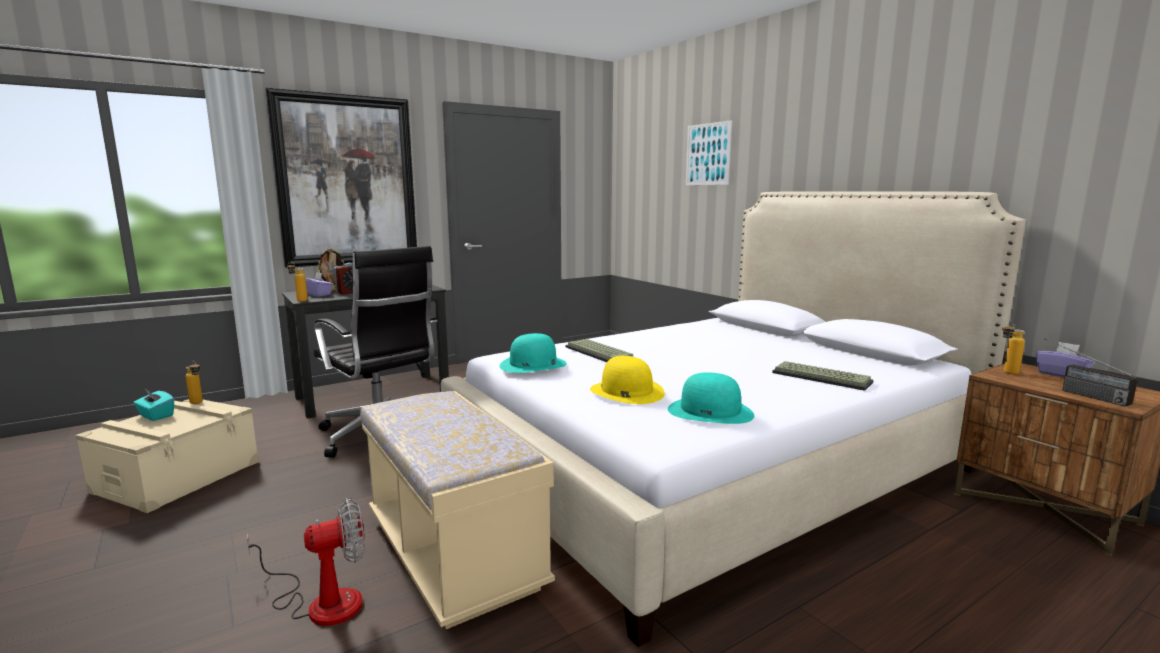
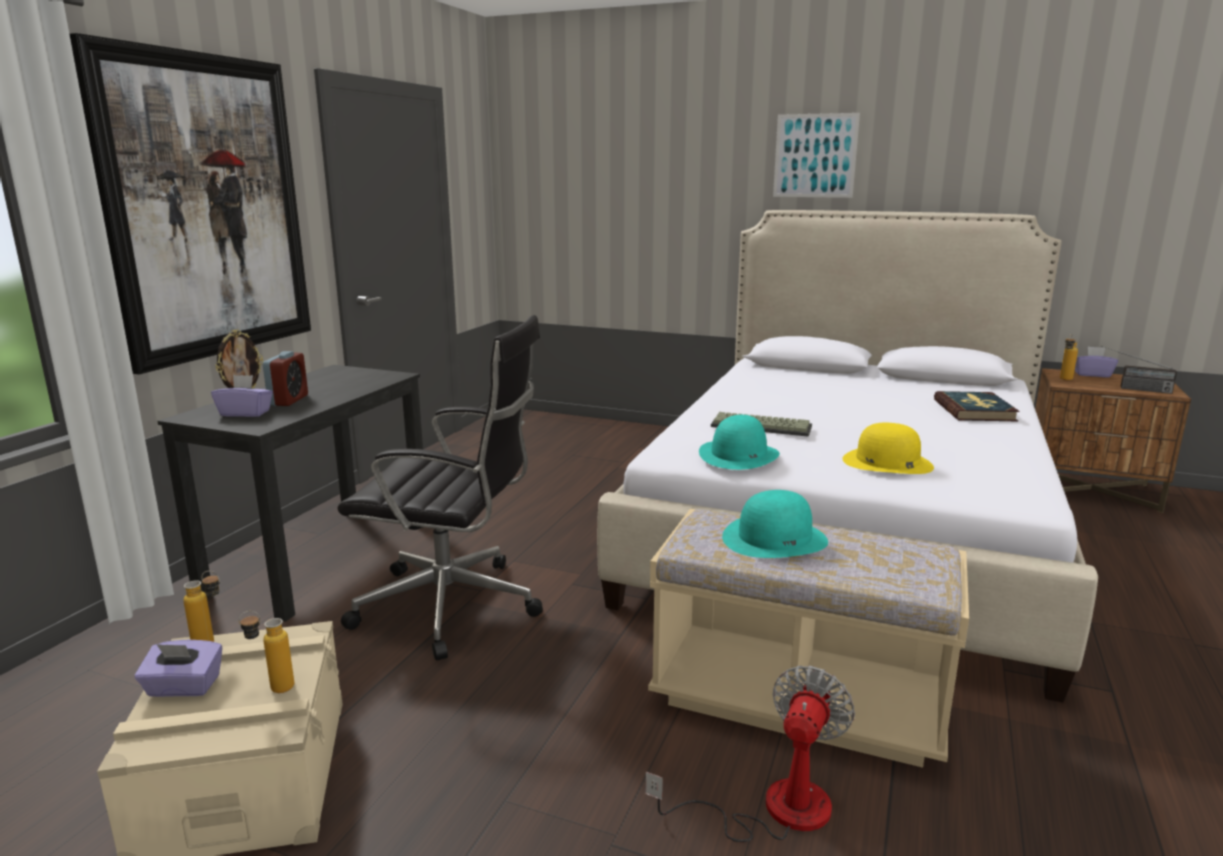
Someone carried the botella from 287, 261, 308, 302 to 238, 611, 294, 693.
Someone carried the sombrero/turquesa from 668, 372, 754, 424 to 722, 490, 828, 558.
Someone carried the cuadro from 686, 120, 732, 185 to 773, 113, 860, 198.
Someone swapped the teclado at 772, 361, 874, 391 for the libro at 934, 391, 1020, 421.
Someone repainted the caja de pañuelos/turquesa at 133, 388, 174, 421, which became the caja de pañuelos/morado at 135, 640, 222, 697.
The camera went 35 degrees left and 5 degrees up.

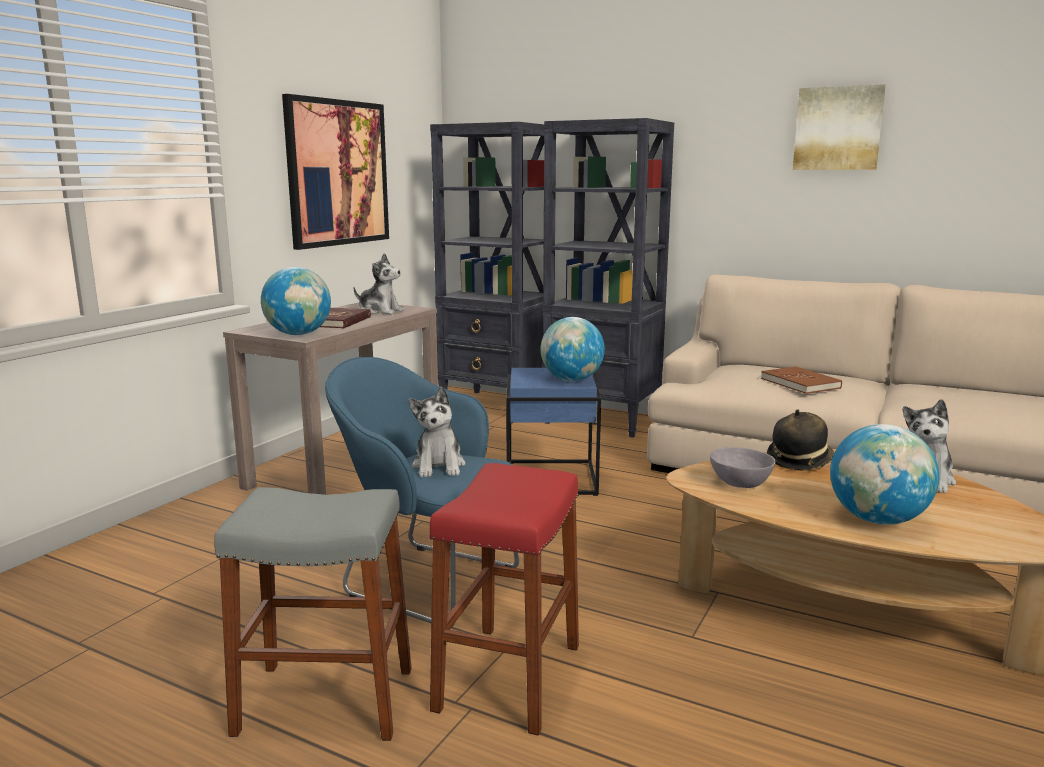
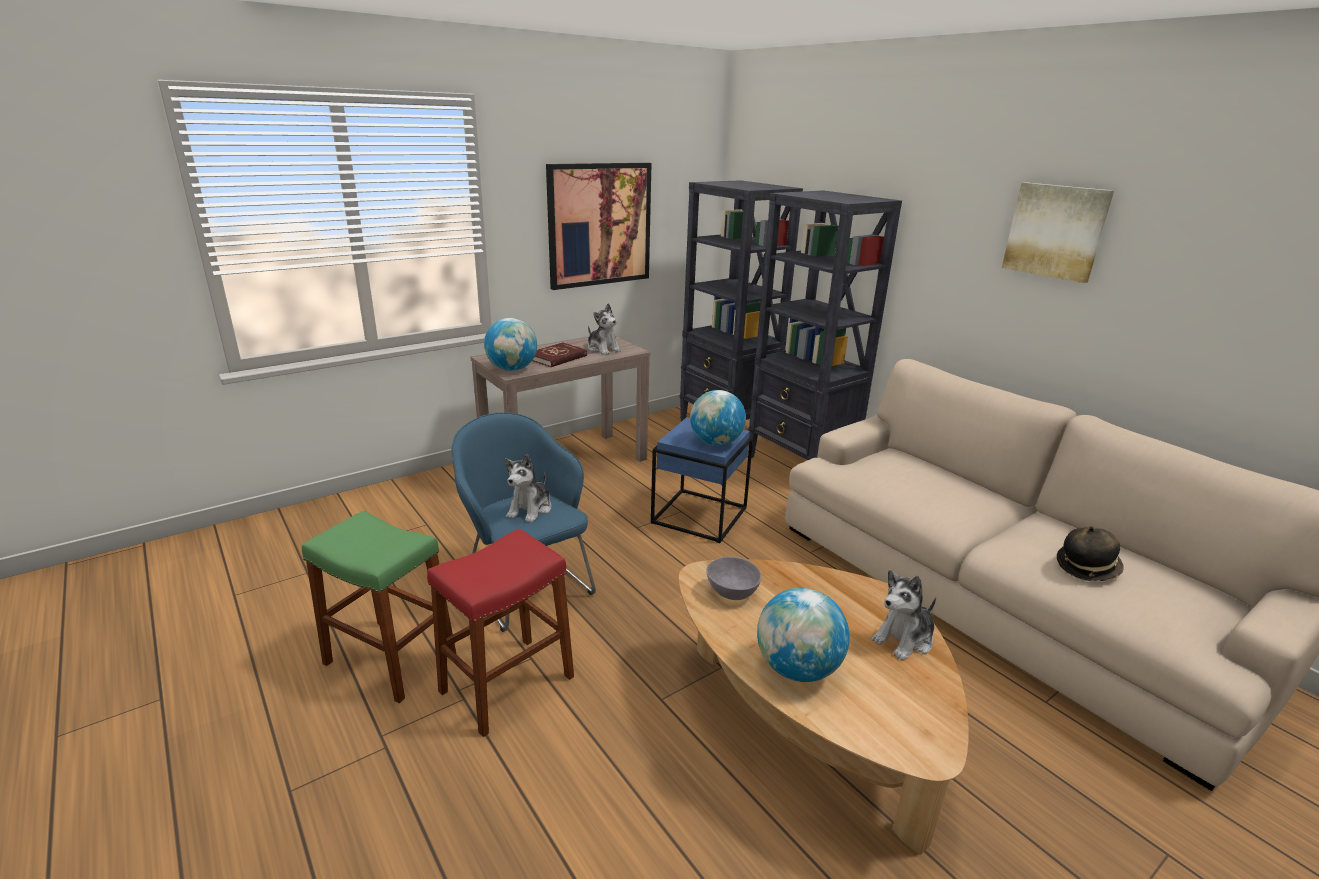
Someone took away the libro/marrón at 761, 366, 842, 394.
Someone carried the sombrero from 767, 409, 834, 471 to 1057, 526, 1124, 581.
Someone repainted the taburete/gris at 214, 487, 412, 741, which became the taburete/verde at 302, 511, 456, 703.
The camera went 25 degrees right and 10 degrees up.

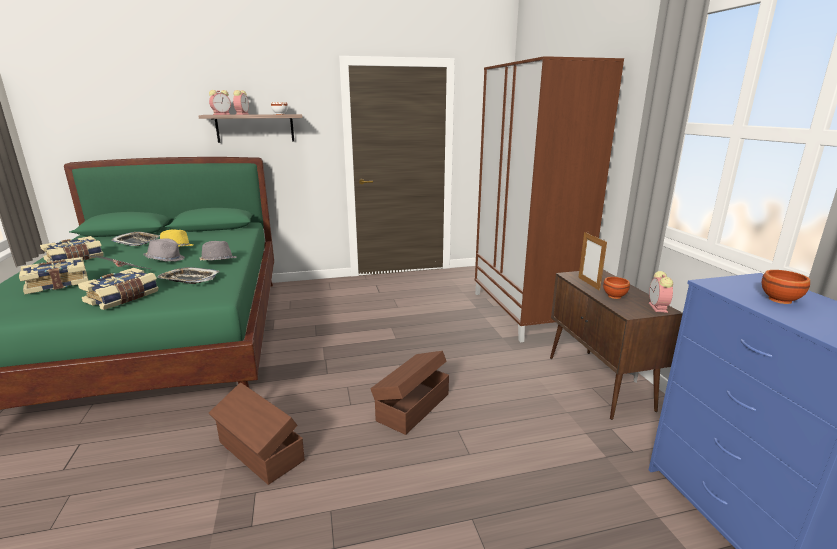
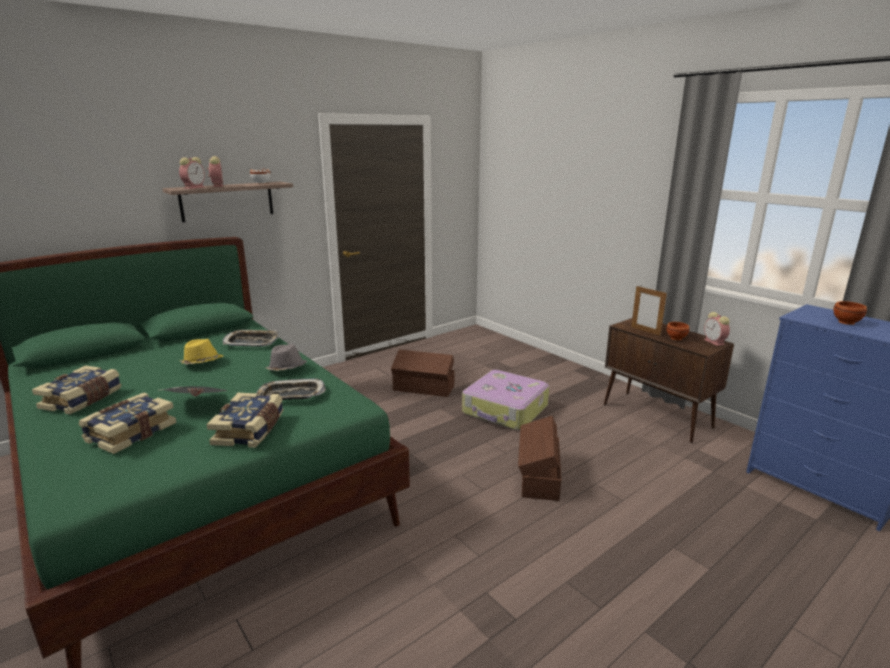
Someone took away the sombrero/gris at 144, 238, 184, 262.
Someone took away the armario ropero/marrón at 474, 56, 624, 342.
Someone put down the maleta at 462, 370, 549, 430.
Someone carried the bandeja from 111, 232, 160, 246 to 223, 330, 279, 347.
Someone carried the caja de almacenaje/marrón from 209, 382, 305, 485 to 391, 350, 455, 397.
The camera went 25 degrees left and 0 degrees up.

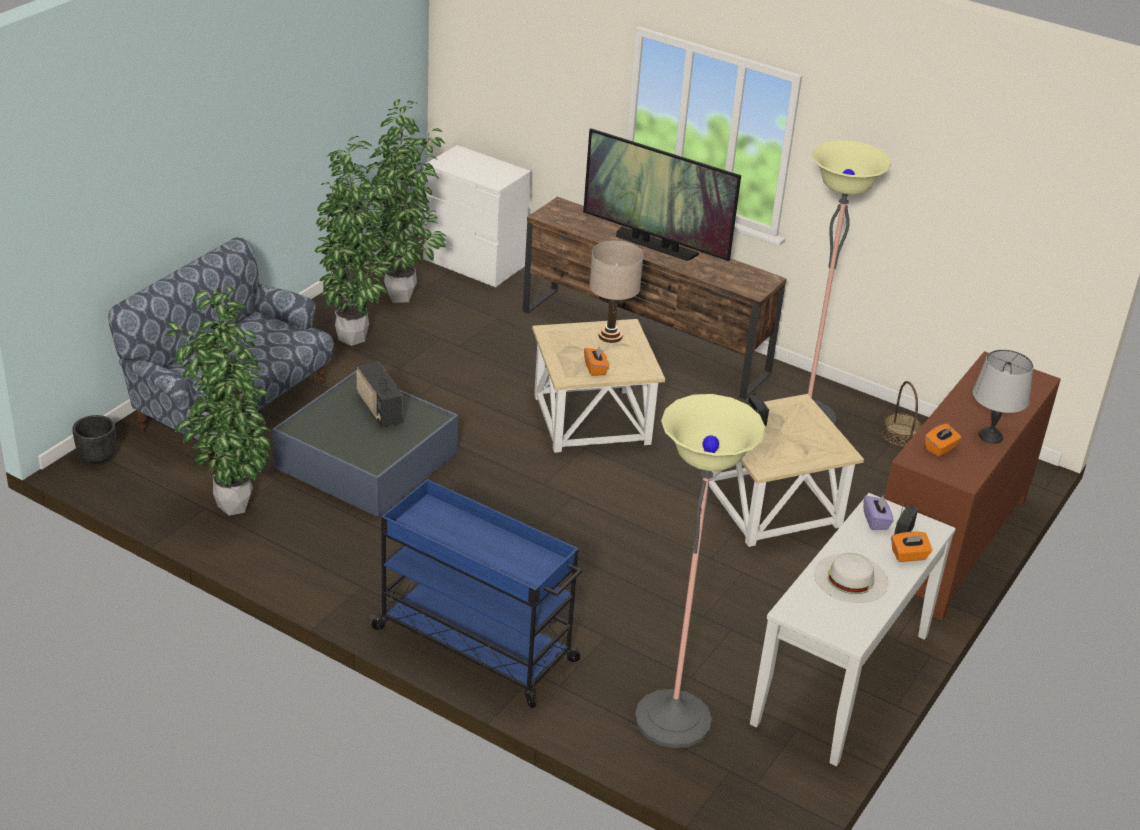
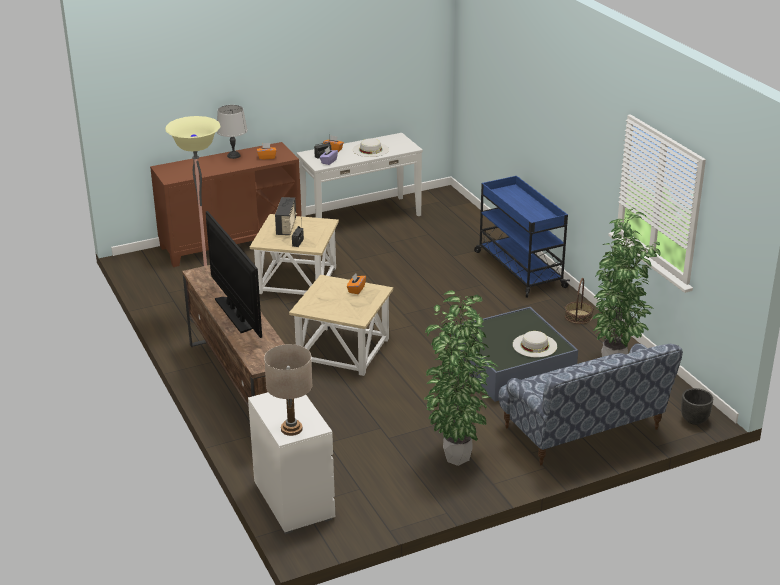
Someone took away the planta en maceta at 366, 99, 447, 303.
Someone took away the lámpara de pie at 635, 394, 766, 748.
Someone put down the sombrero/blanco at 513, 331, 557, 357.
Someone carried the radio from 356, 361, 403, 428 to 275, 197, 297, 235.
Someone carried the lámpara de mesa/beis from 589, 241, 644, 343 to 264, 344, 313, 436.
Someone carried the cesta from 882, 381, 923, 447 to 565, 278, 593, 324.
The camera went 145 degrees left and 5 degrees down.

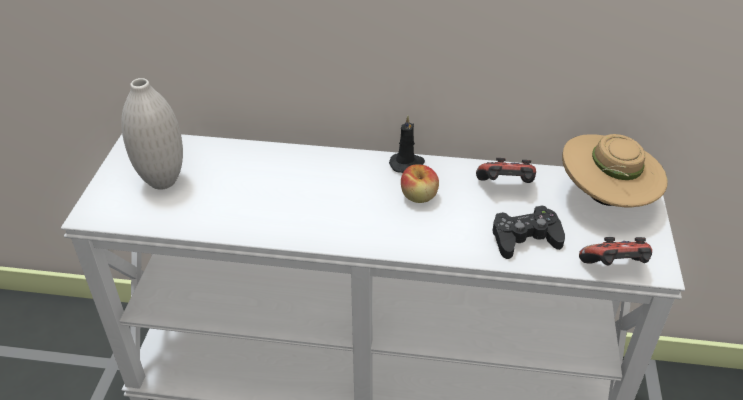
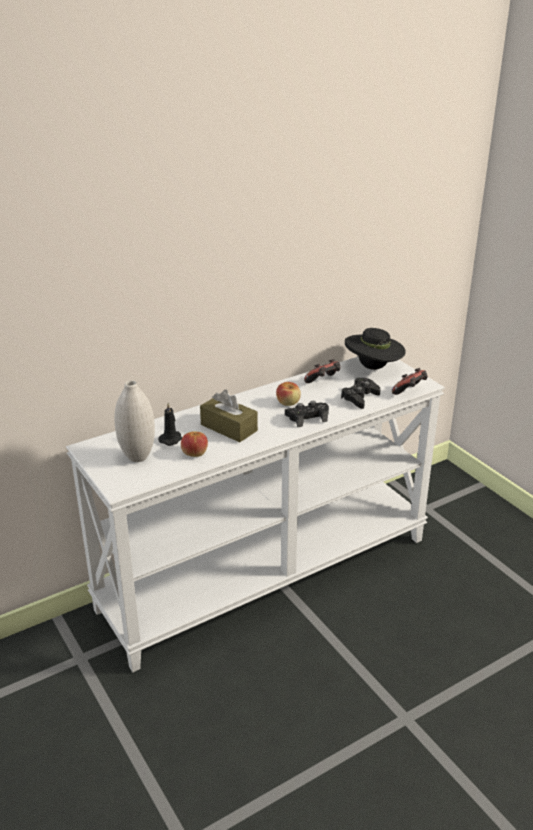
Someone put down the manzana at 181, 432, 208, 457.
Someone put down the caja de pañuelos/marrón at 200, 390, 258, 442.
Someone put down the mando de consola/negro at 285, 401, 329, 427.
Someone carried the vela/negro from 389, 116, 425, 173 to 158, 403, 182, 446.
Someone repainted the sombrero/beis at 562, 134, 667, 207, which became the sombrero/negro at 345, 328, 406, 370.
The camera went 40 degrees left and 10 degrees down.

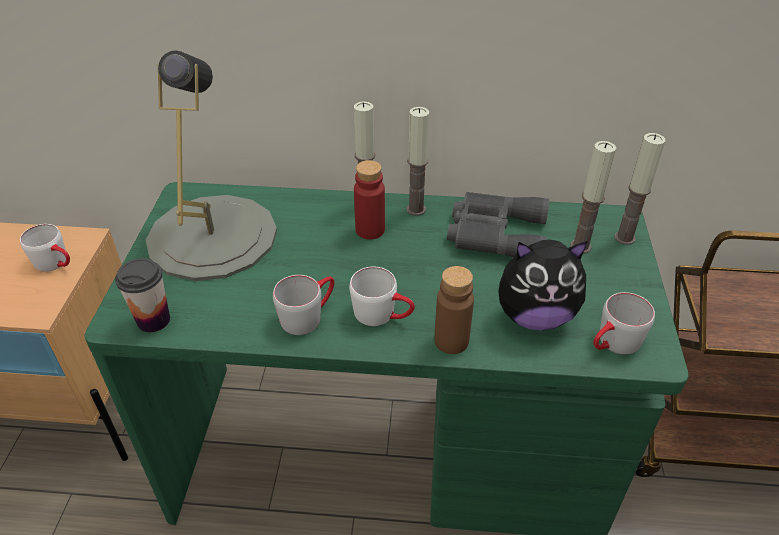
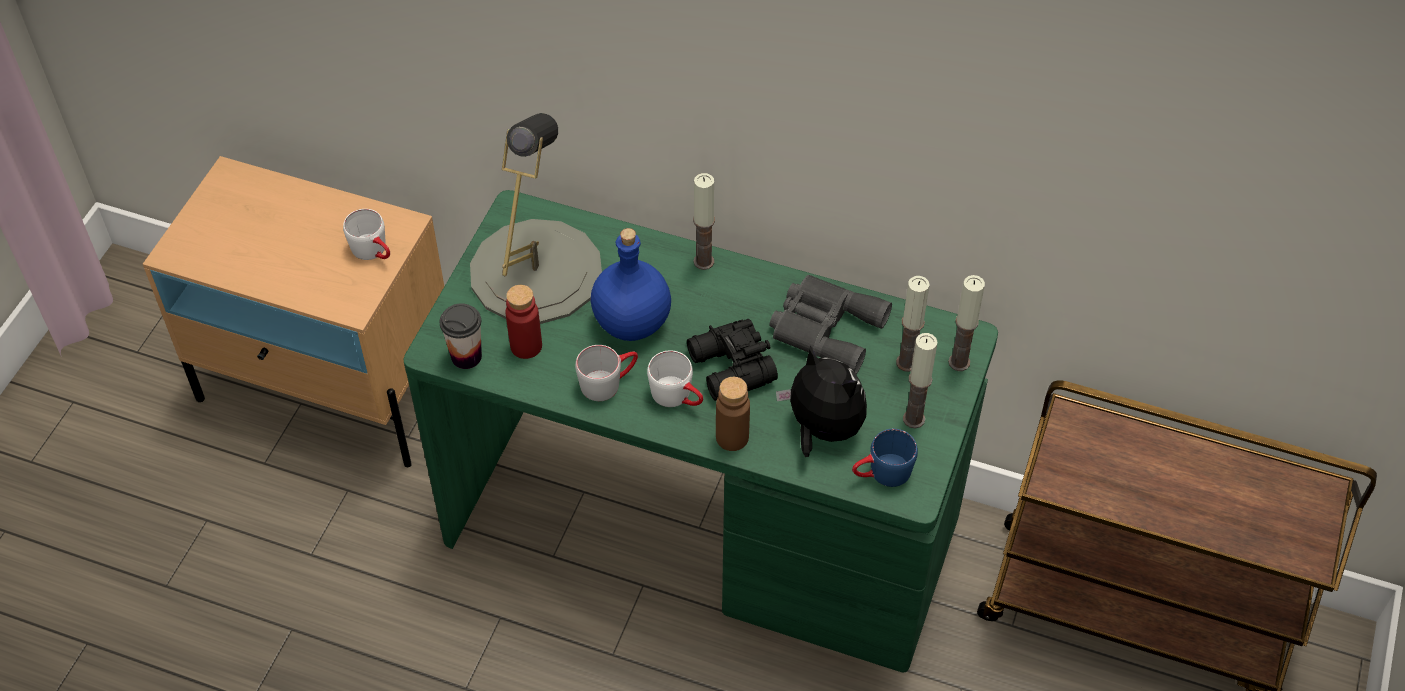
Someone put down the botella/azul at 591, 228, 671, 341.
Someone put down the prismáticos/negro at 687, 319, 778, 401.
Someone carried the botella/rojo from 354, 160, 385, 239 to 506, 285, 542, 359.
Someone carried the vela from 407, 107, 429, 216 to 903, 333, 938, 429.
Someone repainted the taza grande/gris at 594, 292, 655, 354, which became the taza grande/azul at 852, 429, 918, 487.
Someone rotated the peluche at 498, 240, 588, 331 by 150 degrees counterclockwise.
The camera went 15 degrees right and 10 degrees up.

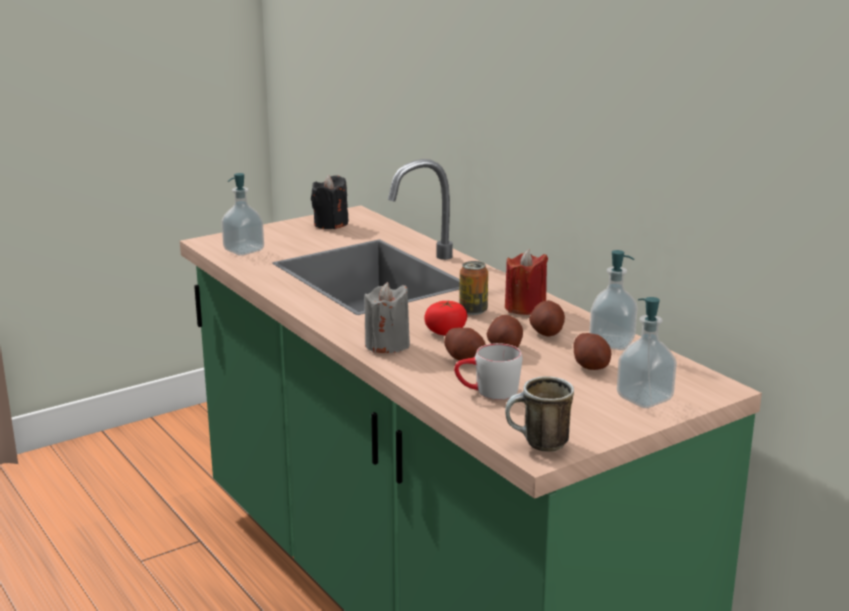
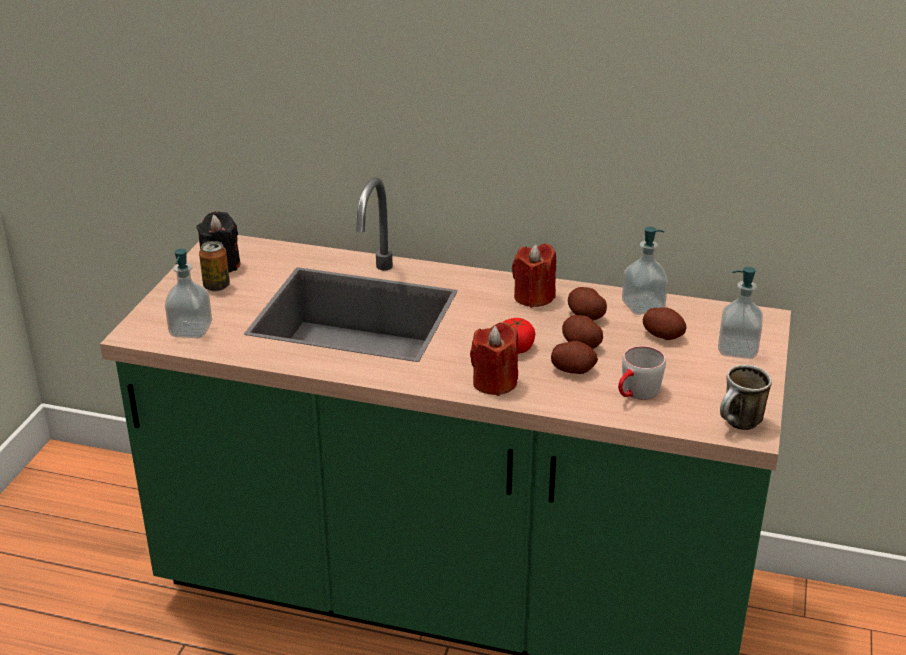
Someone carried the lata from 459, 261, 488, 315 to 199, 241, 230, 291.
Someone repainted the vela/gris at 364, 282, 410, 353, which became the vela/rojo at 470, 322, 518, 396.
The camera went 40 degrees left and 10 degrees up.

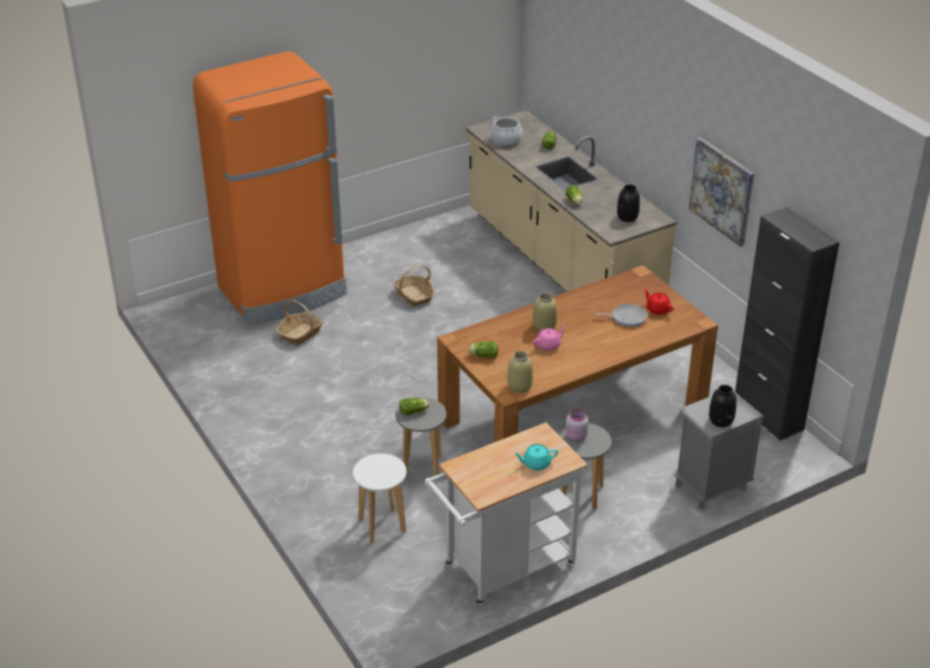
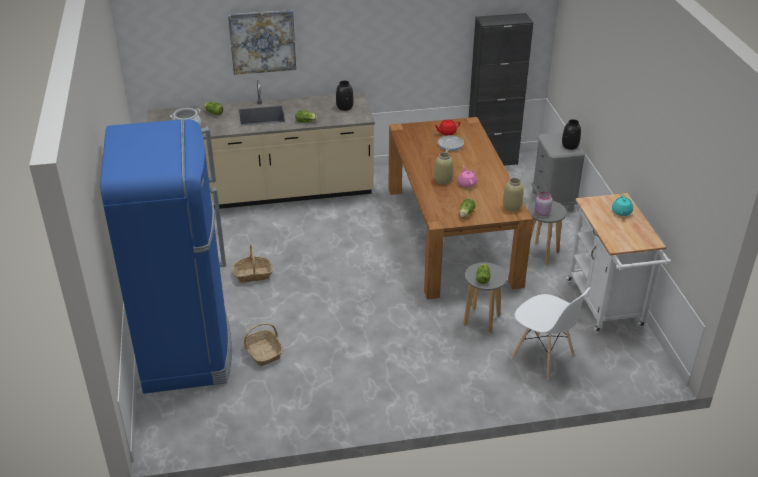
Someone carried the cuadro from 689, 137, 754, 247 to 228, 10, 296, 75.
Someone swapped the taburete/blanco at 353, 453, 407, 543 for the silla/blanco at 511, 287, 591, 379.
Someone repainted the nevera/naranja at 193, 51, 347, 325, which became the nevera/azul at 100, 119, 232, 394.
The camera went 70 degrees left and 0 degrees up.

